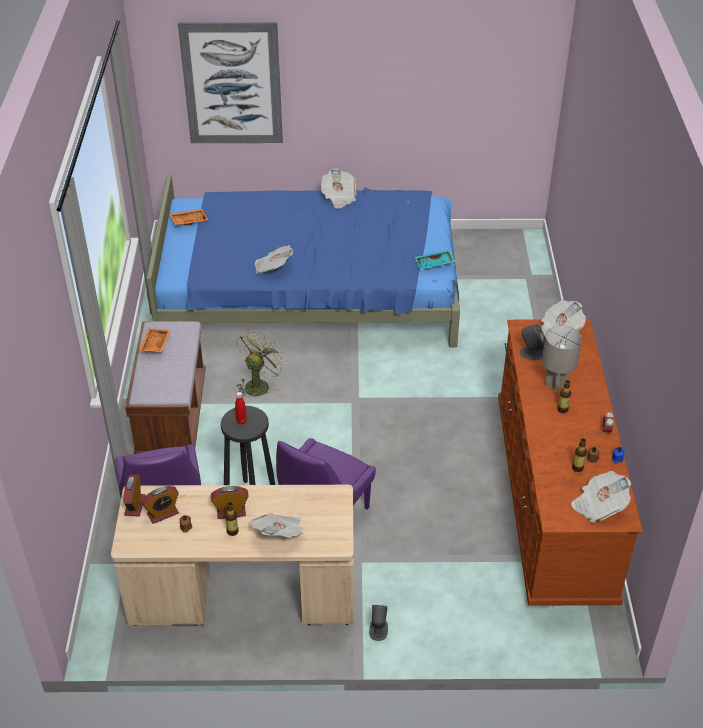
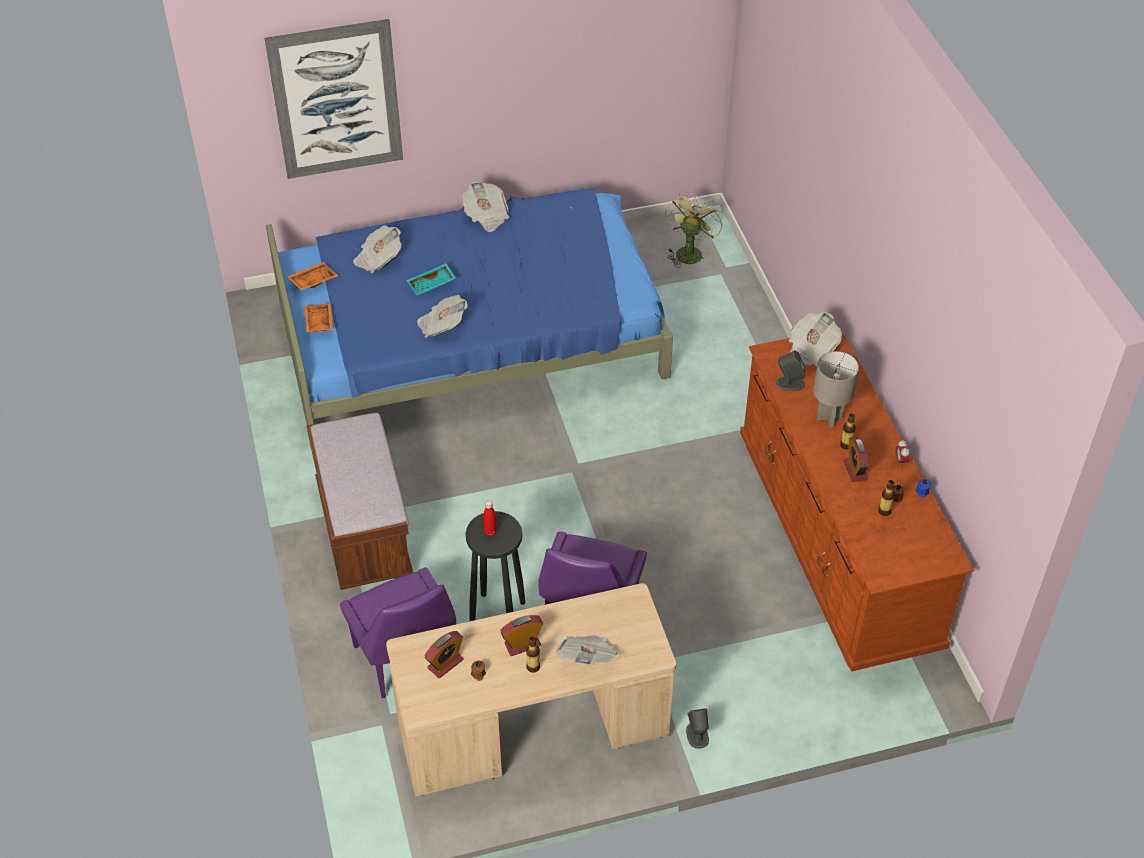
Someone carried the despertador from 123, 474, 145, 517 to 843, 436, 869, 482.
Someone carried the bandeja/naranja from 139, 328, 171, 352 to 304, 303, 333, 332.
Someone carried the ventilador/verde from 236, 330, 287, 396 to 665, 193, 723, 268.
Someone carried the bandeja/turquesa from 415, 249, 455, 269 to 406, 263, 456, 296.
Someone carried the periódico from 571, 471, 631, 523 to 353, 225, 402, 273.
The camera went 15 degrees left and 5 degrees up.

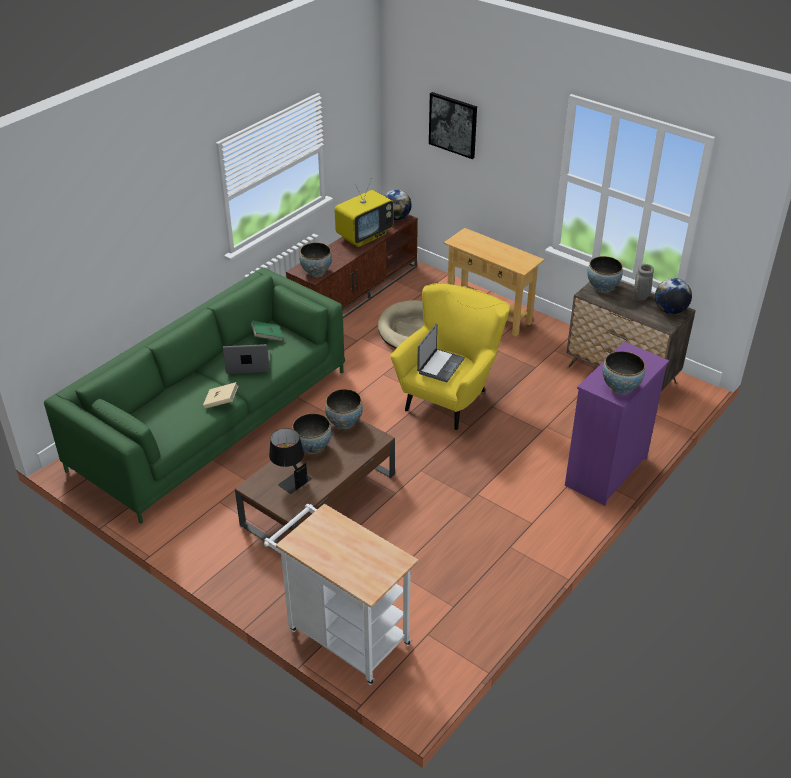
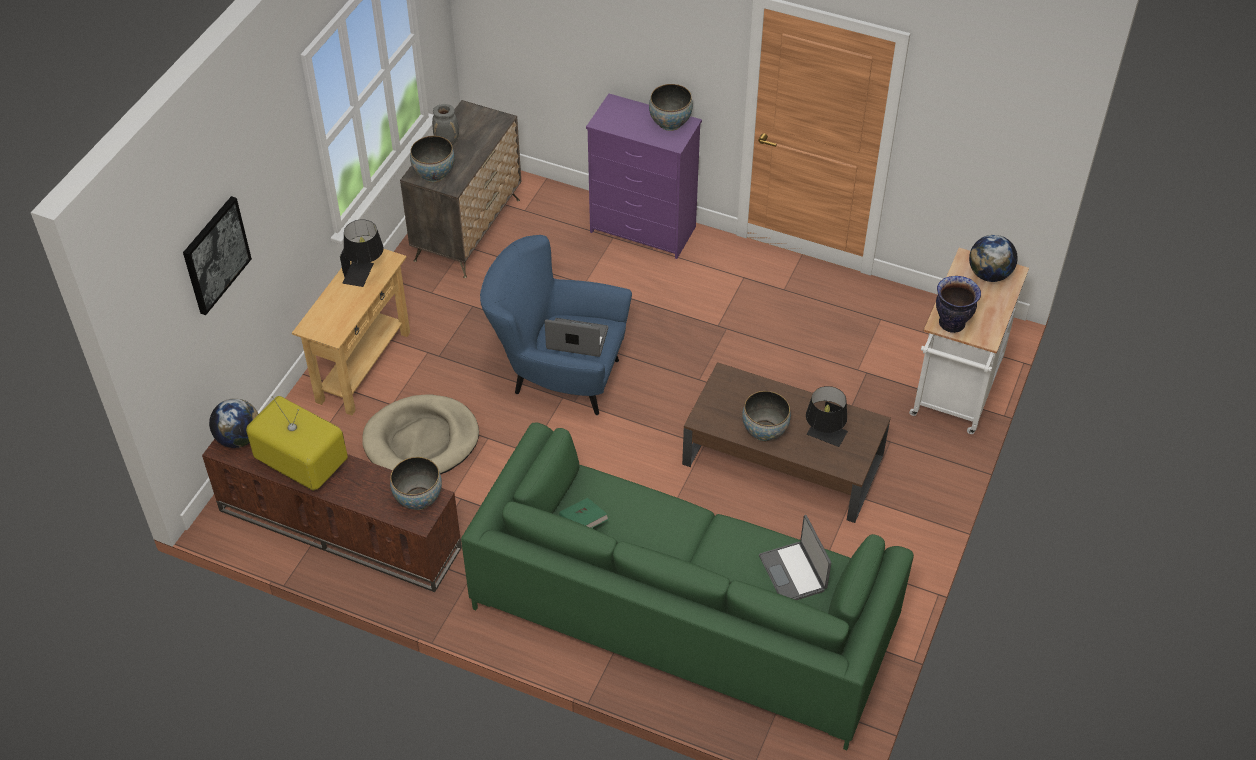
Someone took away the libro/beis at 203, 382, 238, 409.
Someone took away the cuenco at 325, 389, 363, 429.
Someone put down the lámpara de mesa/negro at 340, 220, 384, 287.
Someone put down the florero at 936, 276, 981, 333.
Someone carried the portátil from 223, 344, 270, 374 to 759, 515, 831, 600.
Someone carried the globo terráqueo from 655, 278, 692, 314 to 969, 235, 1018, 282.
Someone repainted the sillón/amarillo at 390, 283, 510, 431, which became the sillón/azul at 480, 235, 632, 415.
The camera went 105 degrees left and 10 degrees up.

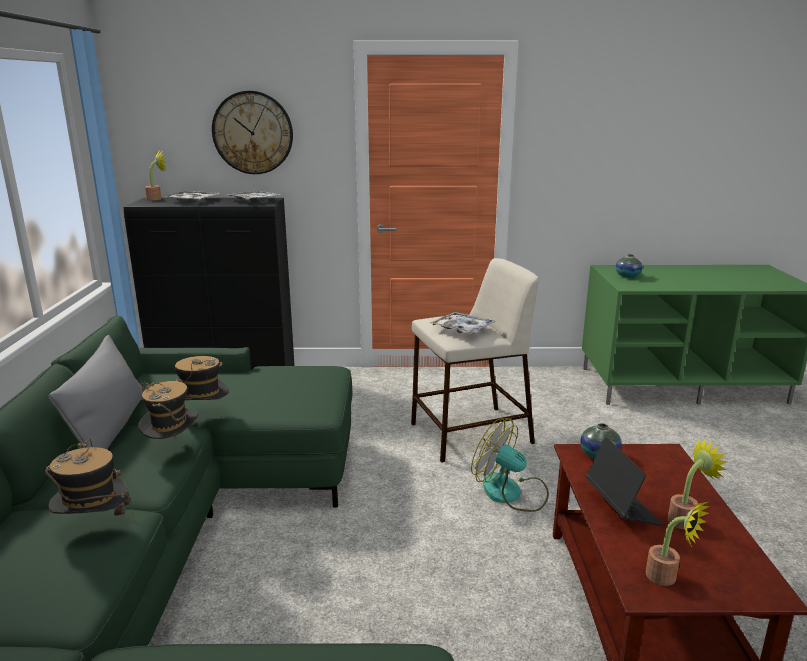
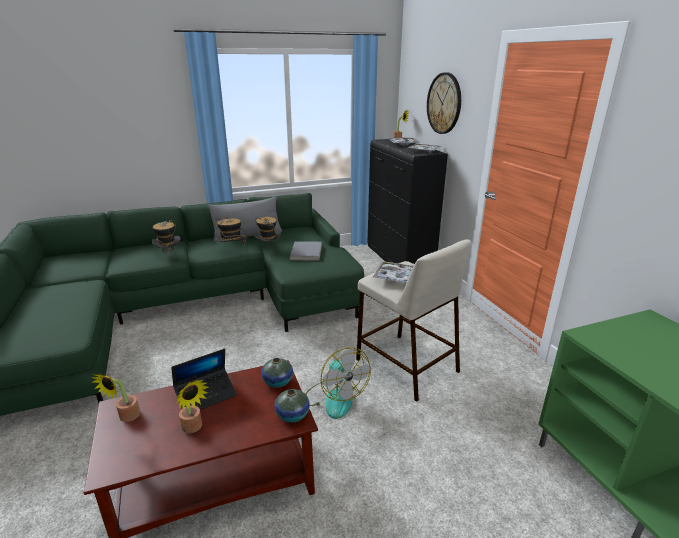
Someone put down the libro/gris at 289, 241, 322, 261.
Someone carried the florero from 616, 254, 643, 278 to 275, 389, 310, 423.
Someone rotated the ventilador at 471, 418, 549, 512 by 135 degrees clockwise.
The camera went 70 degrees right and 5 degrees up.

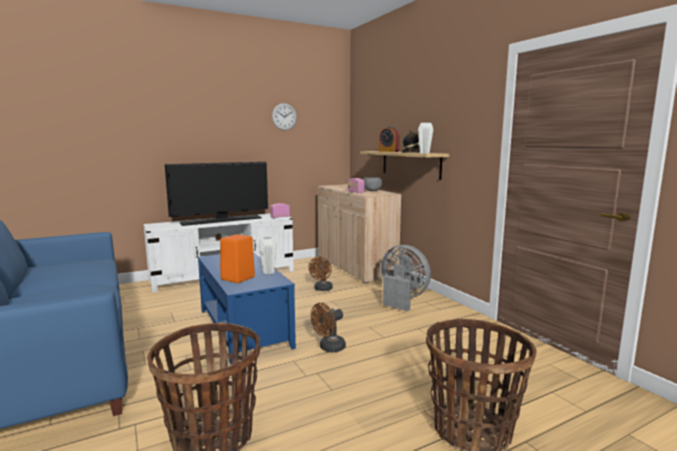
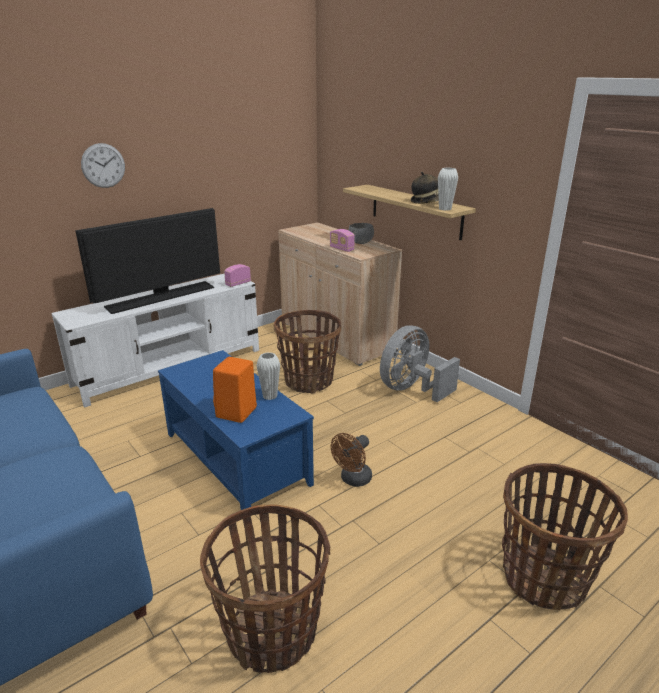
Someone took away the despertador at 379, 126, 400, 152.
Someone carried the reloj de pared from 272, 103, 297, 130 to 81, 143, 125, 188.
Someone swapped the ventilador/marrón at 308, 257, 333, 291 for the cesta at 274, 310, 341, 393.
Someone rotated the ventilador/gris at 381, 245, 431, 311 by 75 degrees counterclockwise.
The camera went 10 degrees left and 15 degrees up.

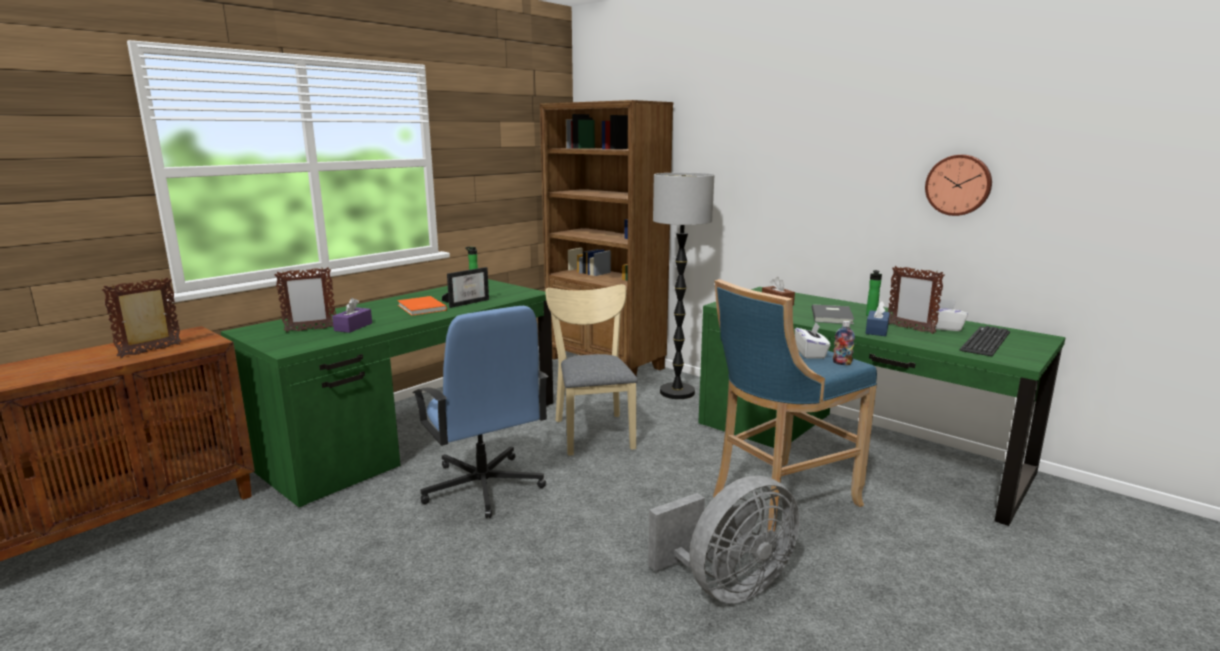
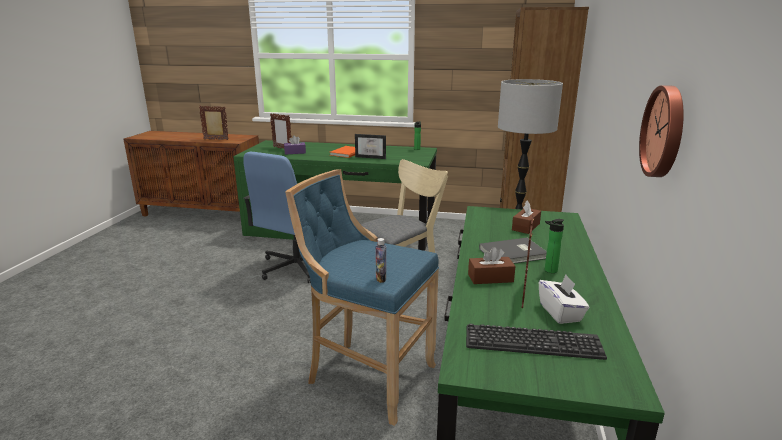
Someone took away the ventilador/gris at 648, 476, 800, 603.
Someone took away the caja de pañuelos/blanco at 795, 322, 830, 359.
Someone repainted the caja de pañuelos/azul at 866, 301, 890, 336, which became the caja de pañuelos/marrón at 468, 247, 516, 284.
The camera went 60 degrees right and 5 degrees up.

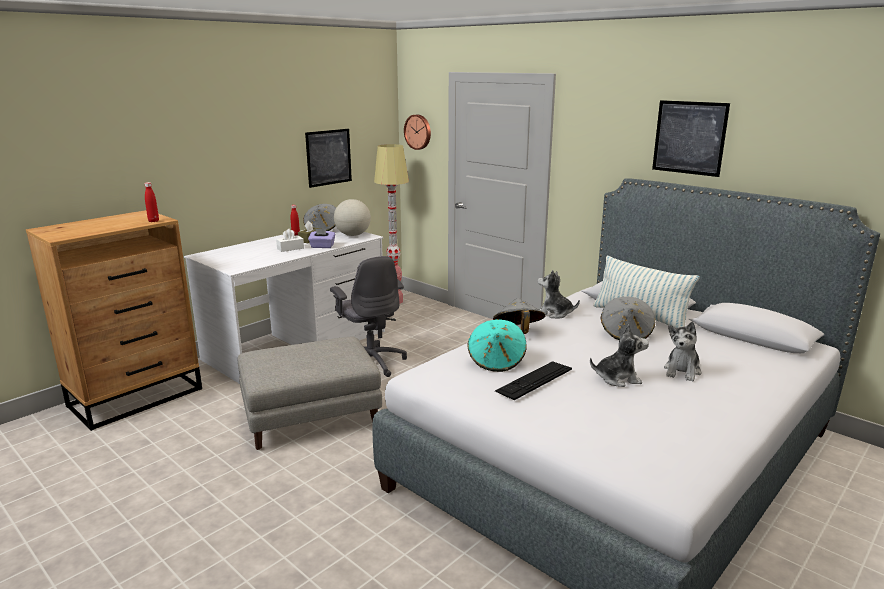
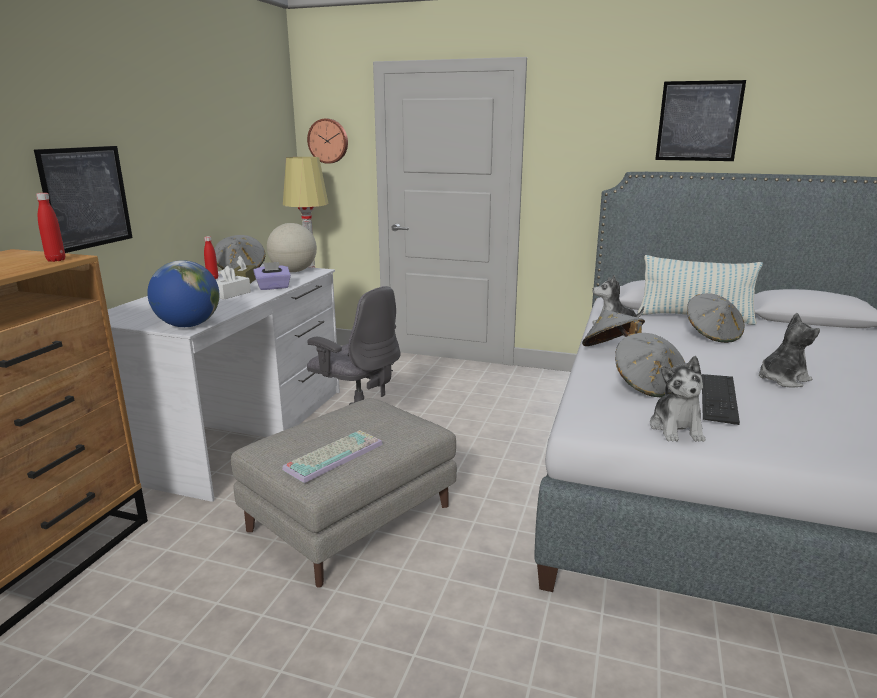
Someone put down the globo terráqueo at 147, 260, 219, 327.
Someone put down the teclado at 282, 430, 383, 483.
Someone carried the cuadro from 305, 129, 352, 188 to 34, 146, 132, 253.
Someone carried the peluche from 664, 322, 701, 382 to 650, 356, 705, 442.
Someone repainted the sombrero/turquesa at 467, 319, 527, 372, which became the sombrero/gris at 615, 333, 686, 397.
The camera went 25 degrees left and 0 degrees up.

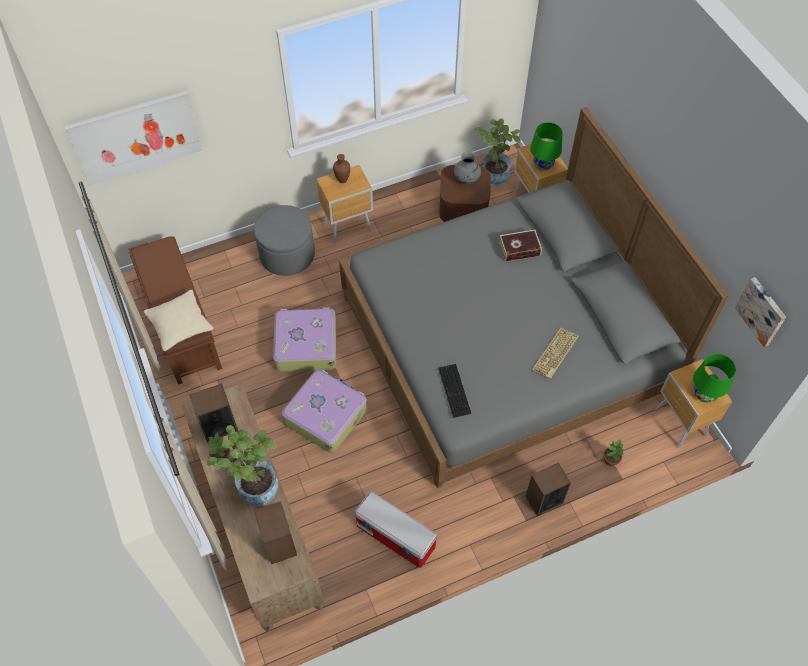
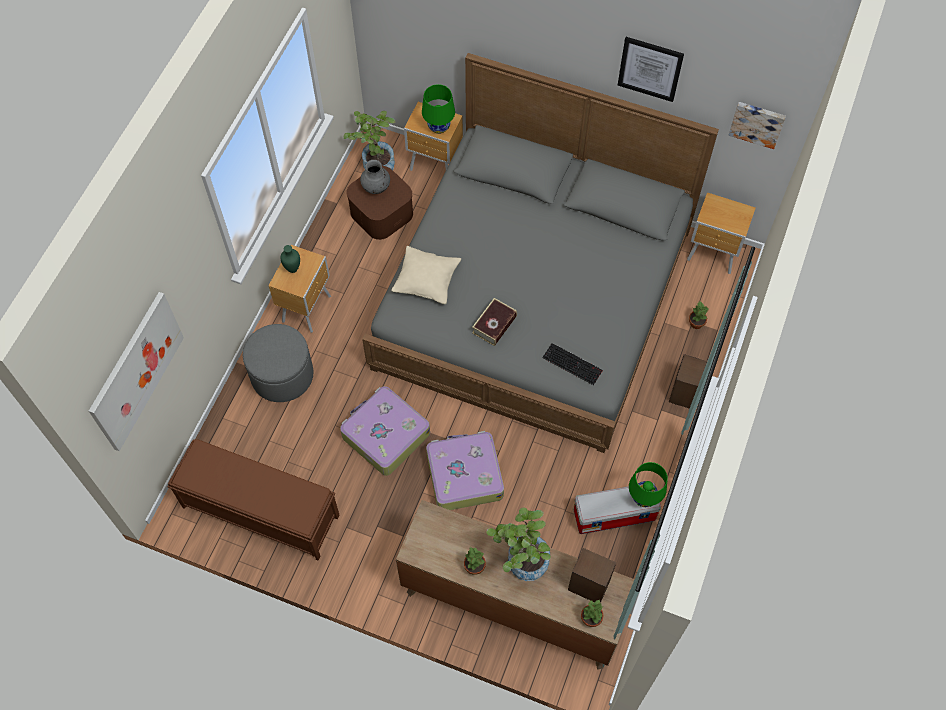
Someone took away the altavoz at 189, 383, 238, 443.
Someone took away the teclado at 532, 327, 579, 379.
Someone put down the planta en maceta at 581, 600, 603, 627.
Someone put up the cuadro at 618, 37, 684, 102.
Someone carried the cojín/beis from 144, 290, 214, 351 to 391, 246, 461, 304.
Someone carried the libro from 499, 230, 542, 262 to 472, 298, 517, 346.
Someone carried the lámpara de mesa/verde from 693, 354, 736, 403 to 629, 462, 668, 507.
Someone repainted the florero/marrón at 333, 154, 350, 183, which became the florero/verde at 280, 245, 300, 273.
The camera went 45 degrees left and 5 degrees up.

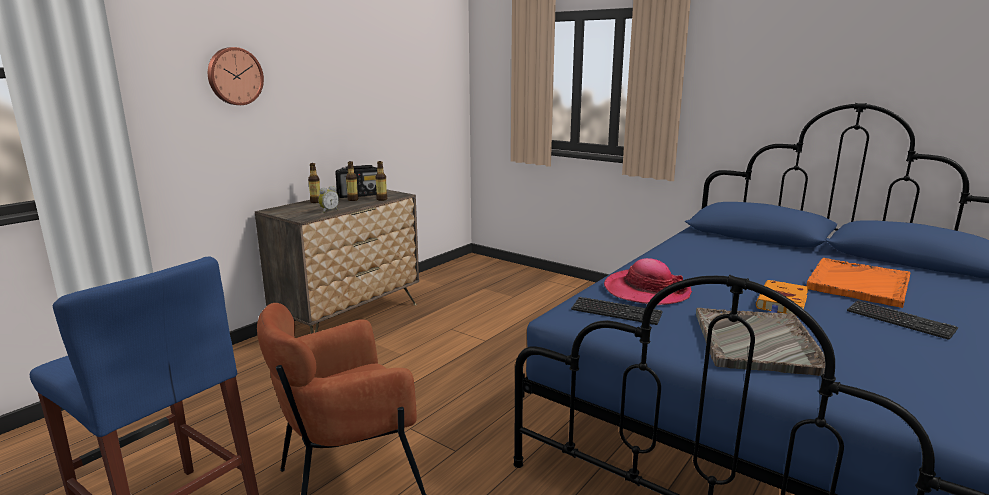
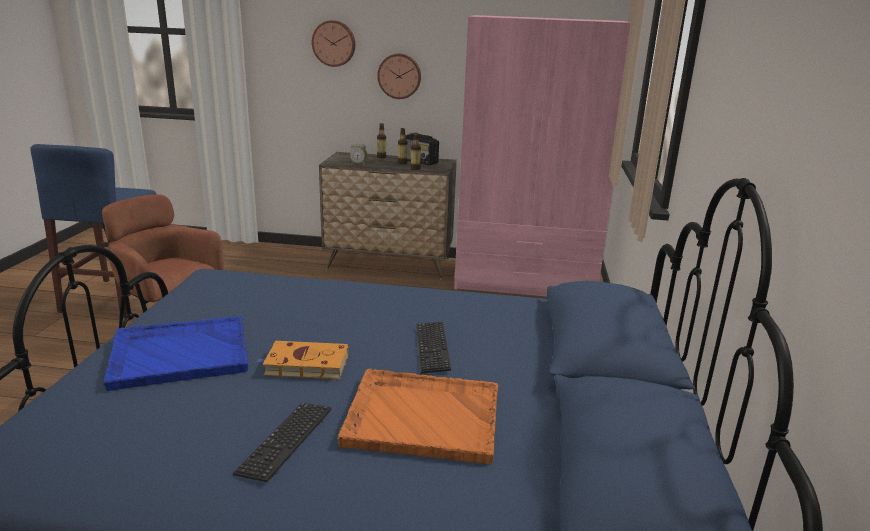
Someone took away the sombrero at 604, 258, 692, 305.
Someone put up the reloj de pared at 377, 54, 421, 99.
Someone put down the armario ropero/rosa at 454, 15, 631, 297.
Someone carried the teclado from 571, 297, 663, 325 to 416, 321, 451, 373.
Someone repainted the bandeja/gris at 696, 308, 825, 376, which became the bandeja/azul at 103, 316, 248, 391.
The camera went 60 degrees right and 5 degrees up.

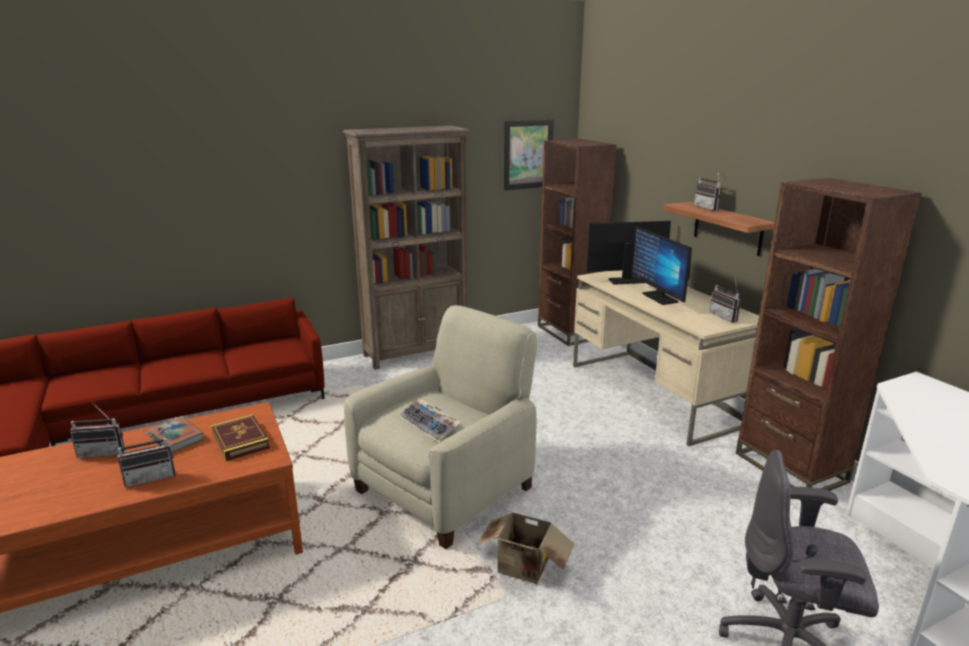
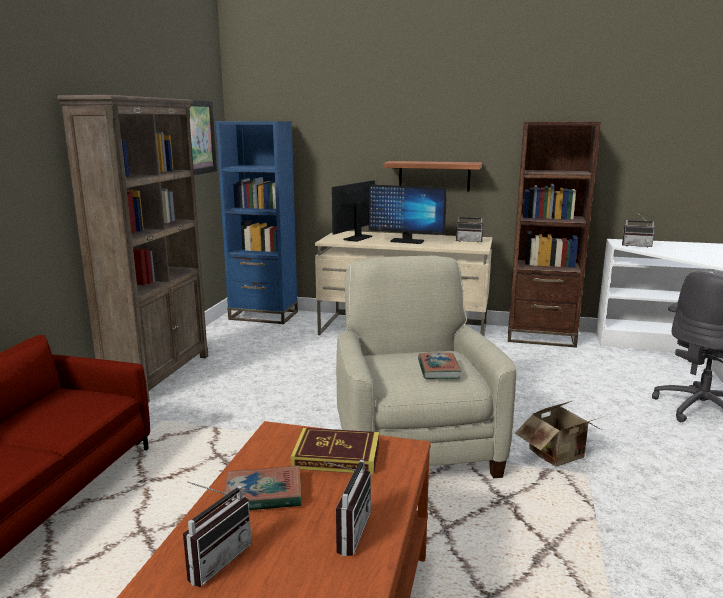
Someone carried the radio from 694, 173, 722, 211 to 622, 214, 655, 248.
Someone swapped the teclado at 400, 399, 461, 443 for the libro at 418, 352, 461, 379.
Someone repainted the estantería/marrón at 538, 139, 616, 346, which became the estantería/azul at 216, 121, 298, 324.
The camera went 50 degrees left and 5 degrees down.

